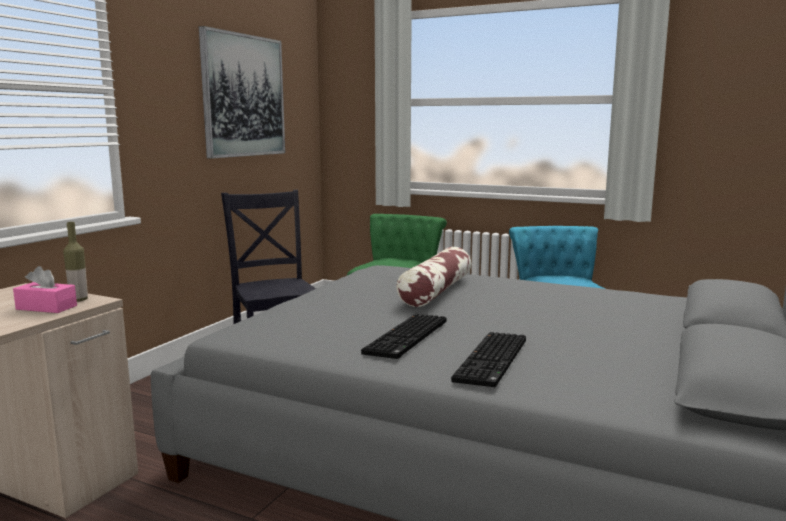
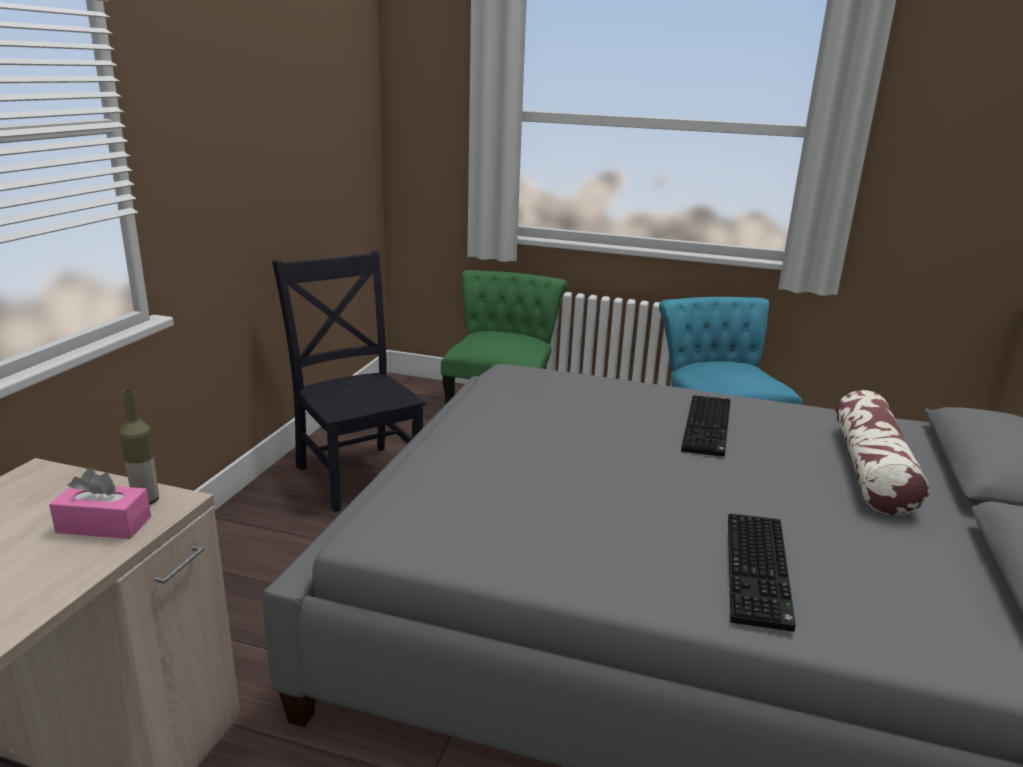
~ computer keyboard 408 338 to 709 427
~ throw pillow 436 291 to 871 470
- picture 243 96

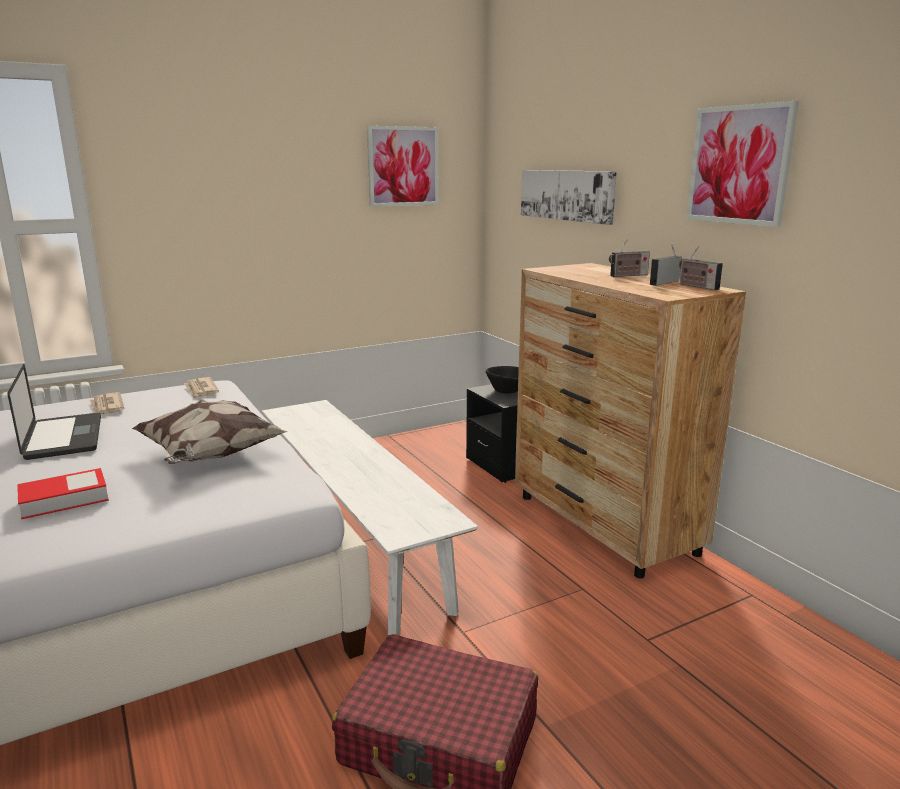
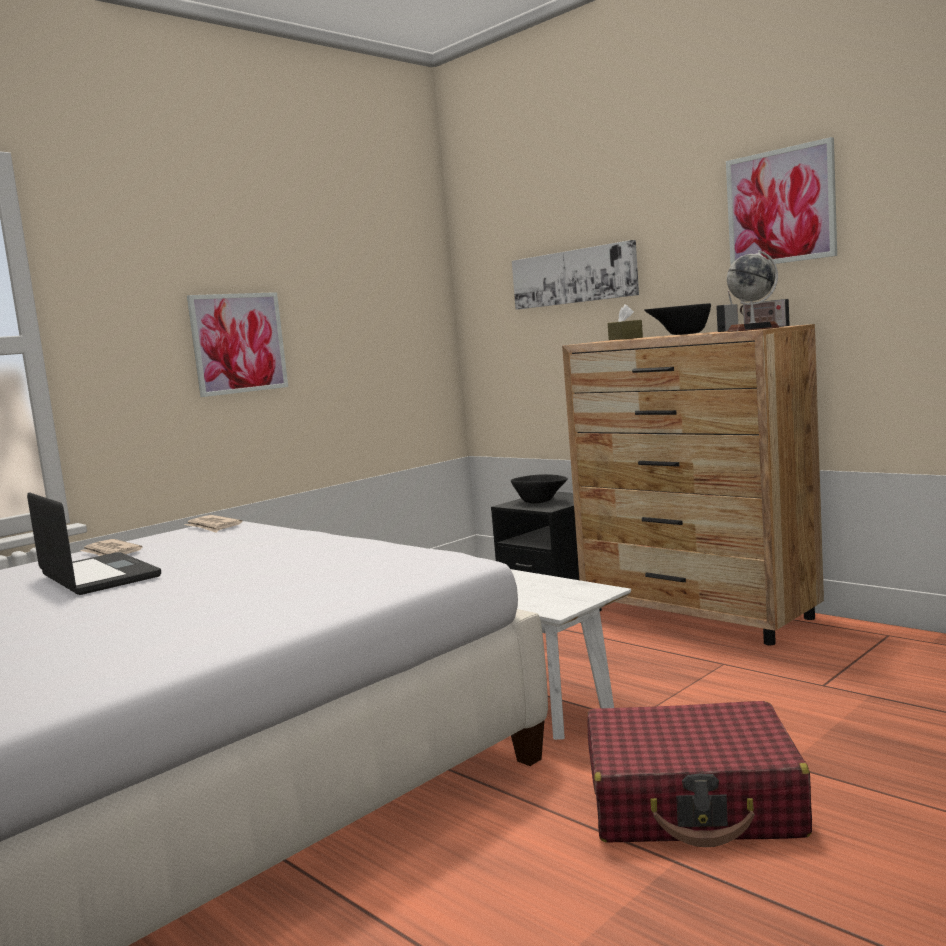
~ picture 403 166 to 238 343
+ brownish box of tissues 625 338
~ radio set 627 275 to black-coloured deep dish 680 334
+ desk globe 753 329
- volume 64 499
- throw pillow 210 456

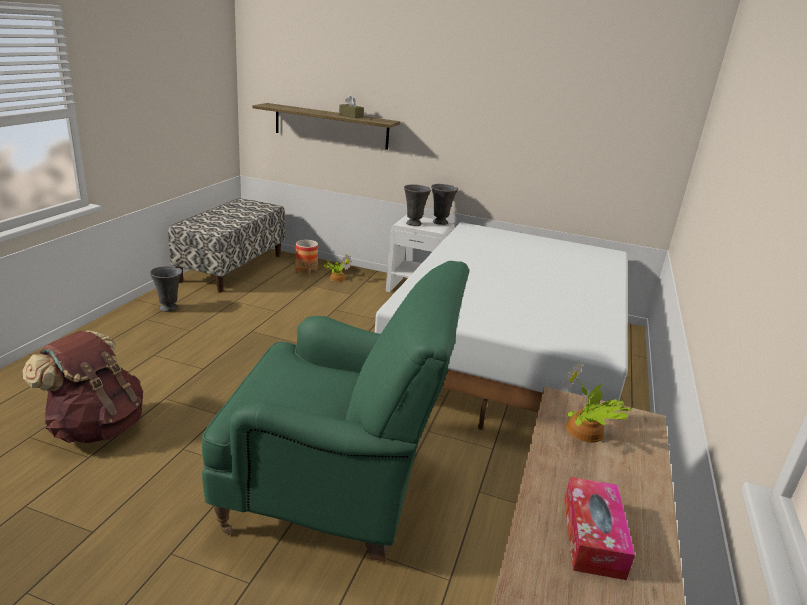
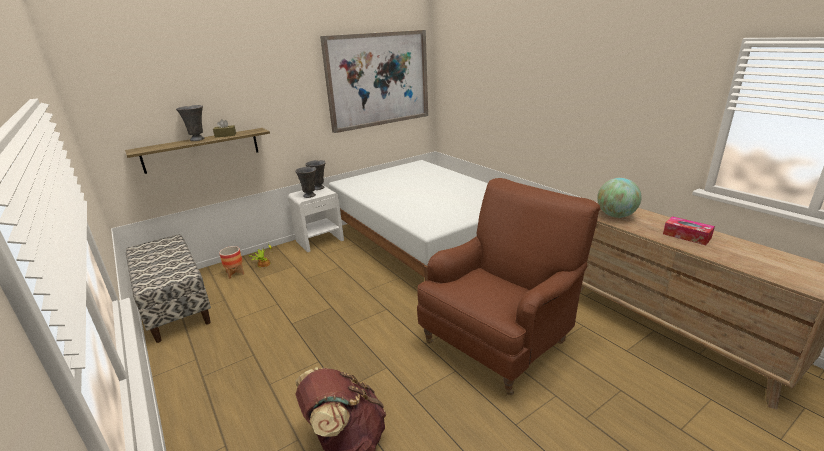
~ greyish flower vase 169 308 to 198 139
+ picture 378 79
~ green lounge chair 336 491 to brownish lounge chair 499 340
~ houseplant 586 432 to desk globe 616 215

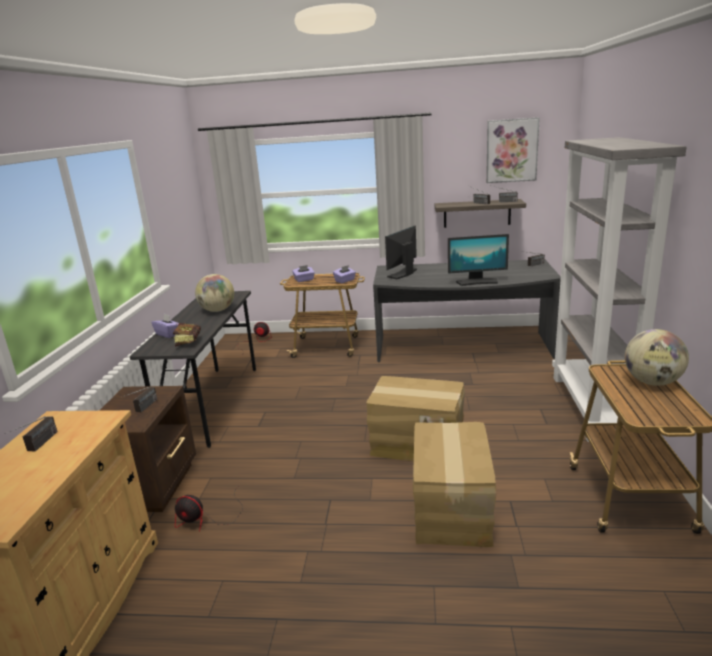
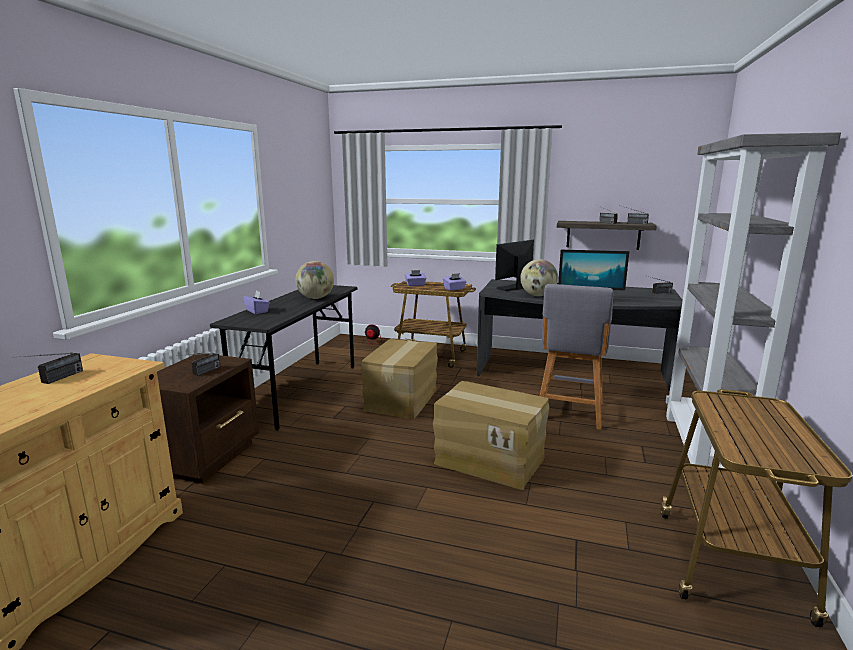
~ carton 453 509 to 402 400
~ desk globe 652 382 to 537 295
+ greyish stool 569 413
- volume 189 341
- electric fan 207 519
- picture 511 150

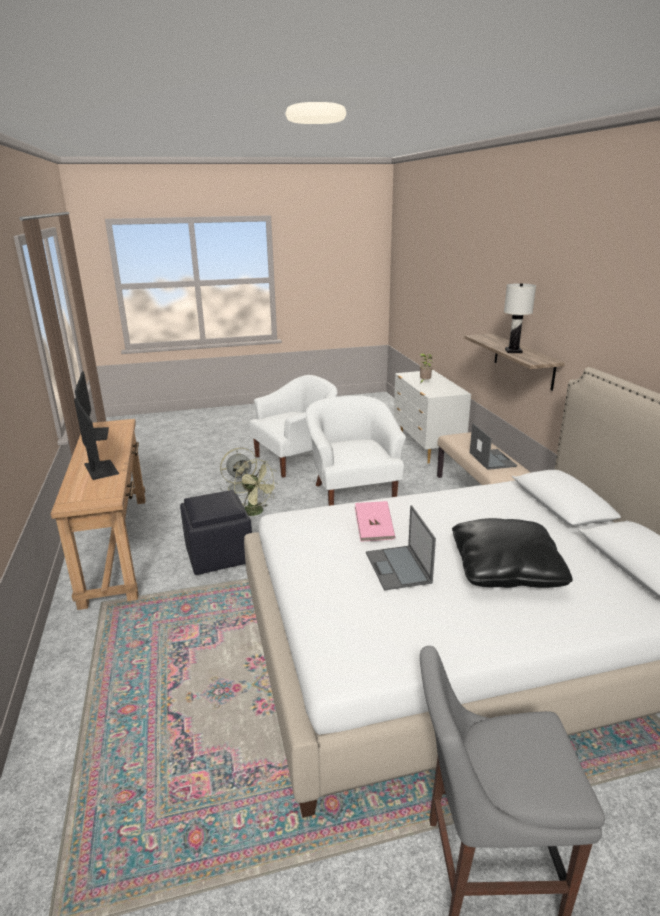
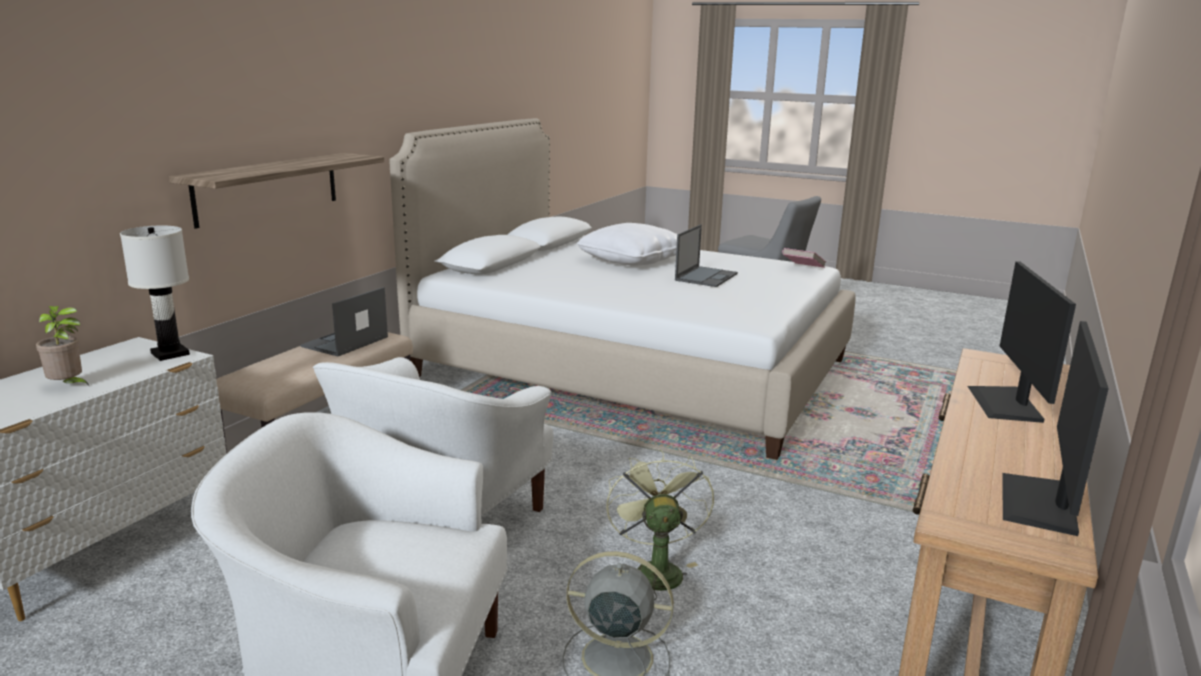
~ white table lamp 513 351 to 170 353
~ black-coloured throw pillow 505 569 to white throw pillow 632 261
~ pink volume 374 531 to 803 268
- black-coloured ottoman 218 555

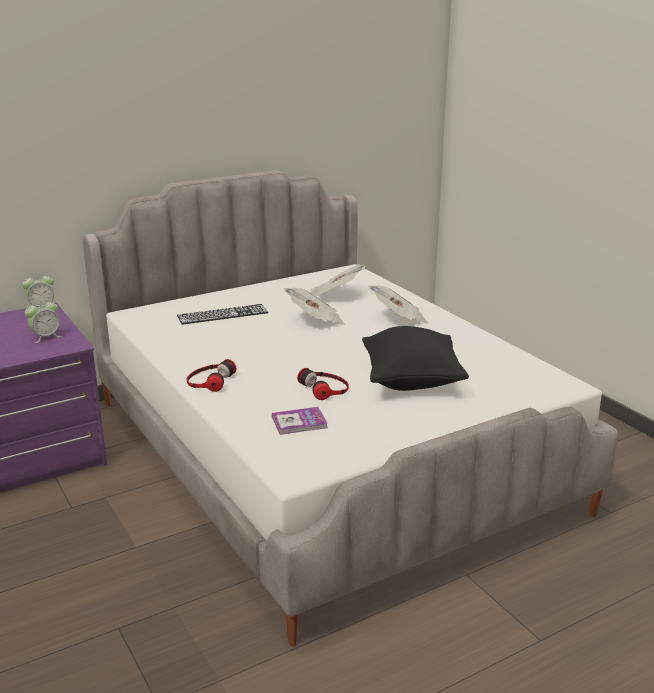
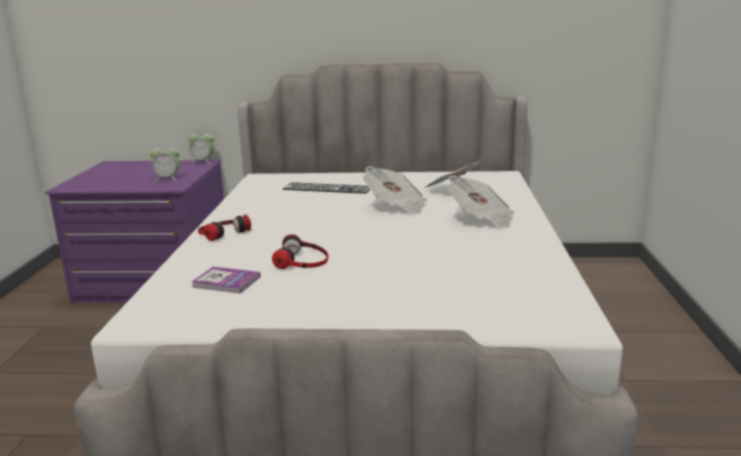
- black-coloured throw pillow 411 382

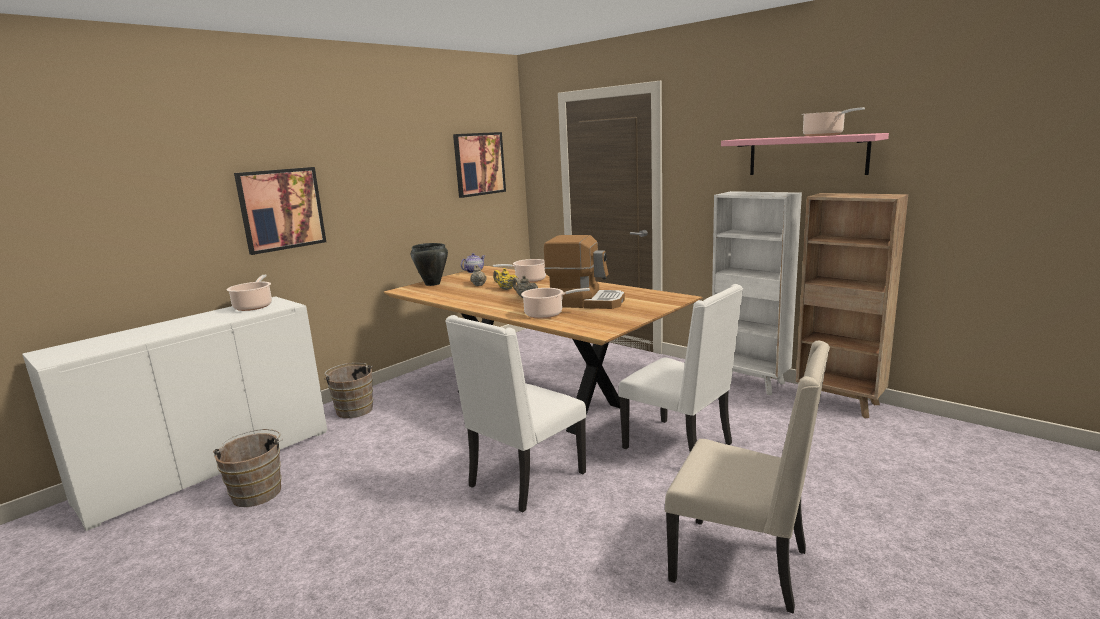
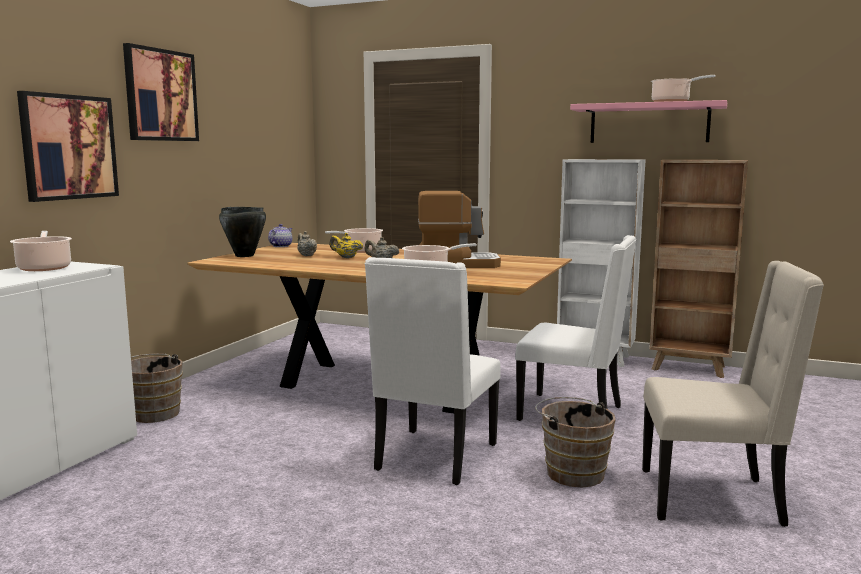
~ picture 479 164 to 161 95
~ brownish bucket 258 491 to 572 472

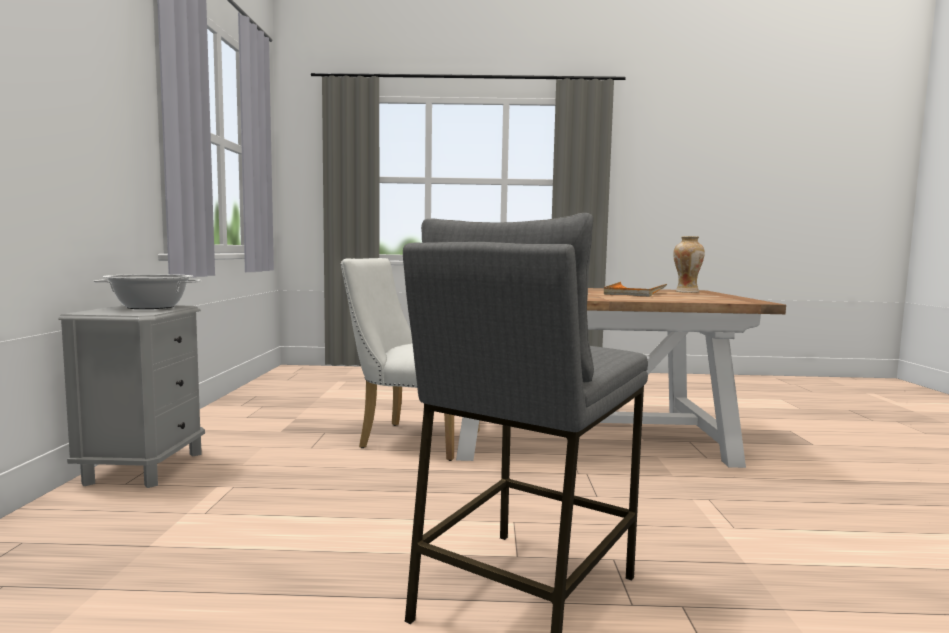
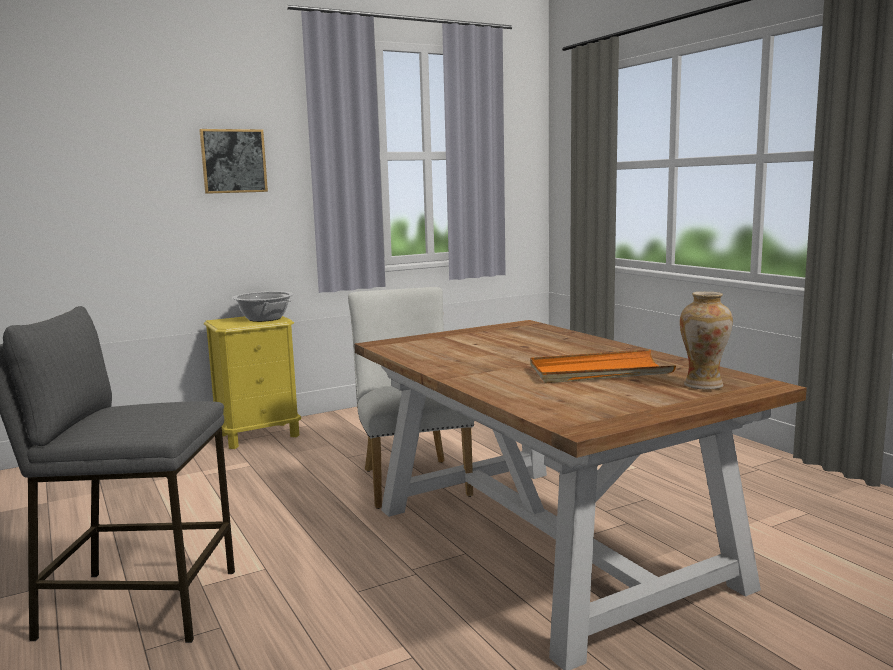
+ picture 233 161
~ greyish bedside table 144 468 to yellowish bedside table 258 435

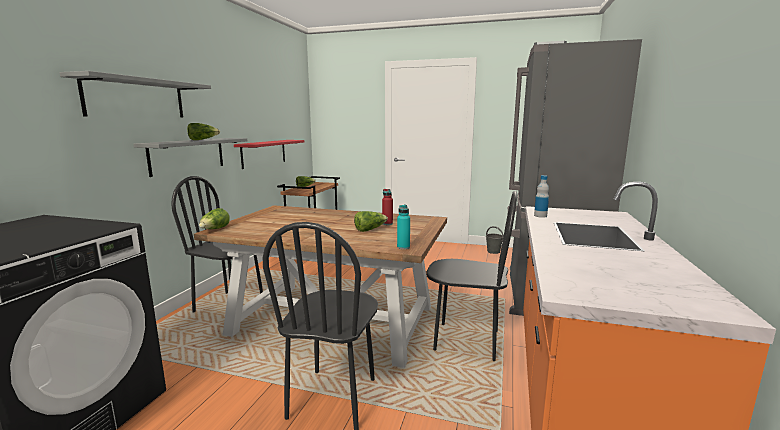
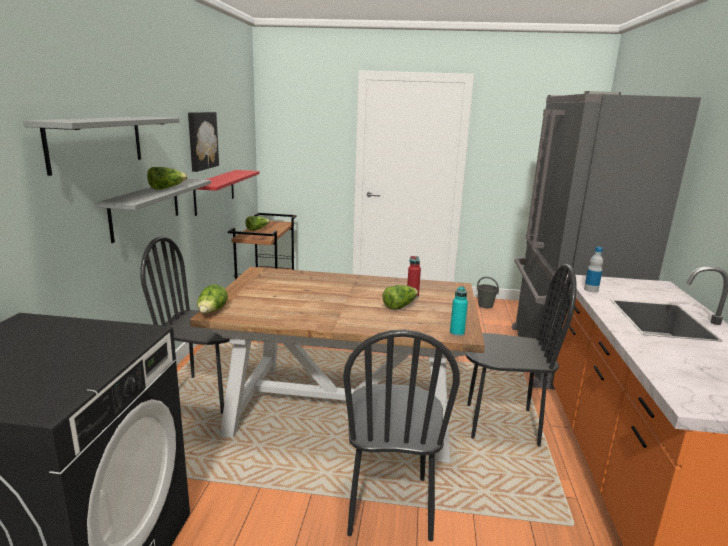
+ picture 201 140

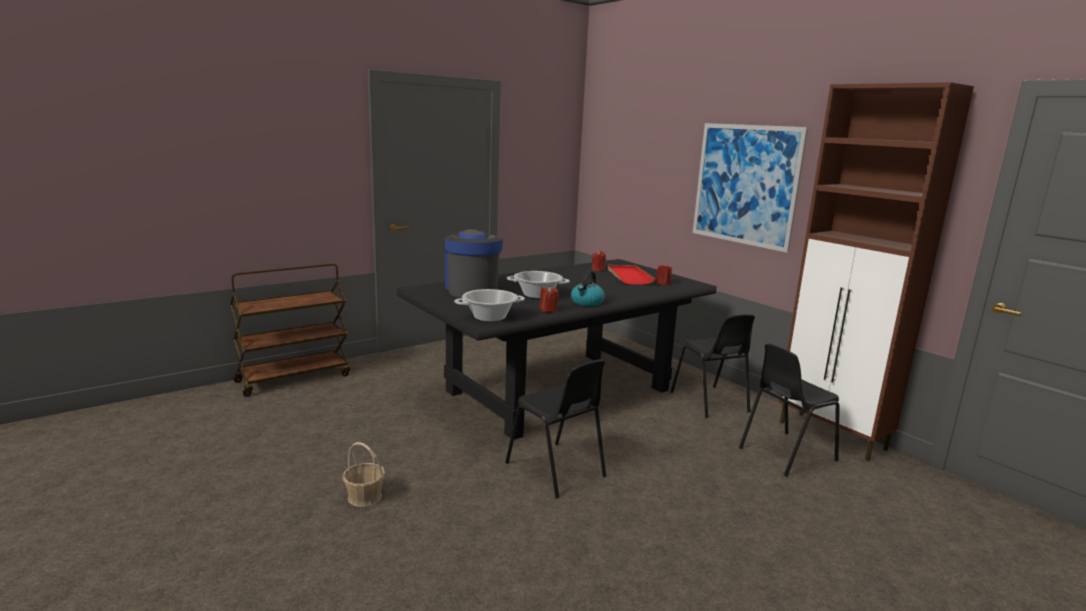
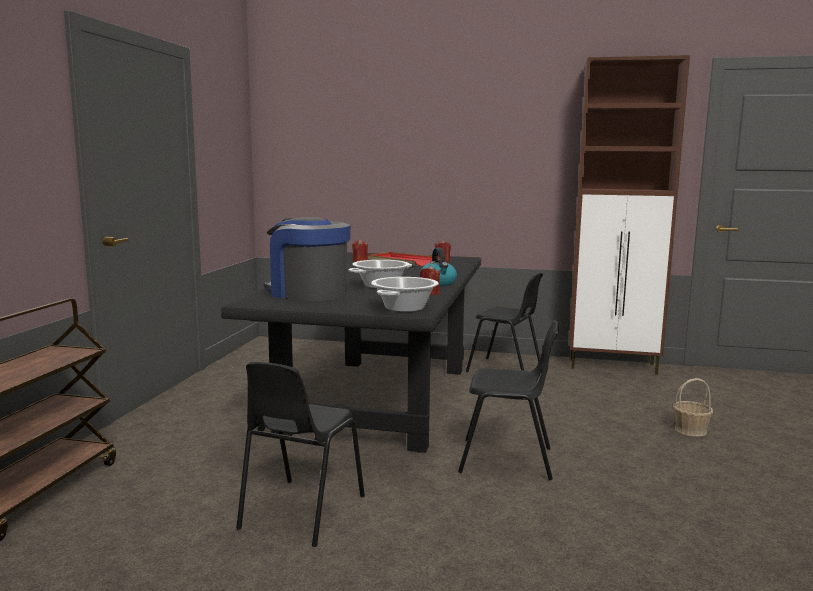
~ black-coloured upright chair 785 454 to 300 512
~ household basket 365 497 to 691 430
- picture 745 185

